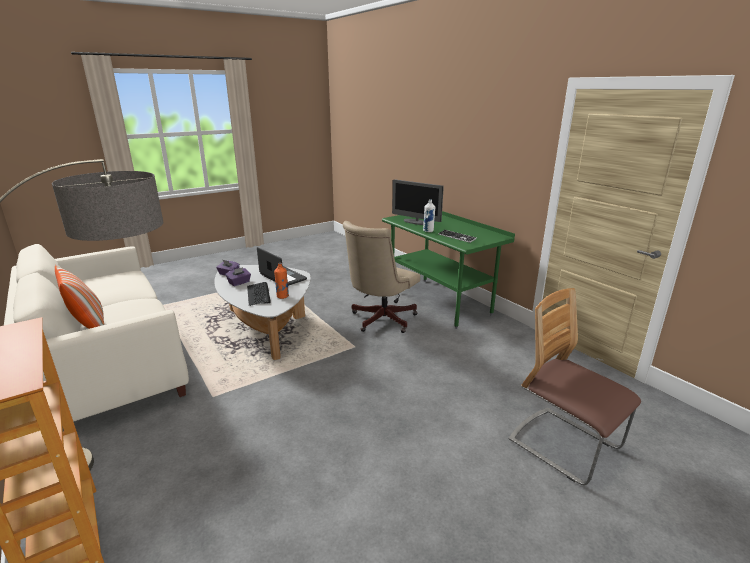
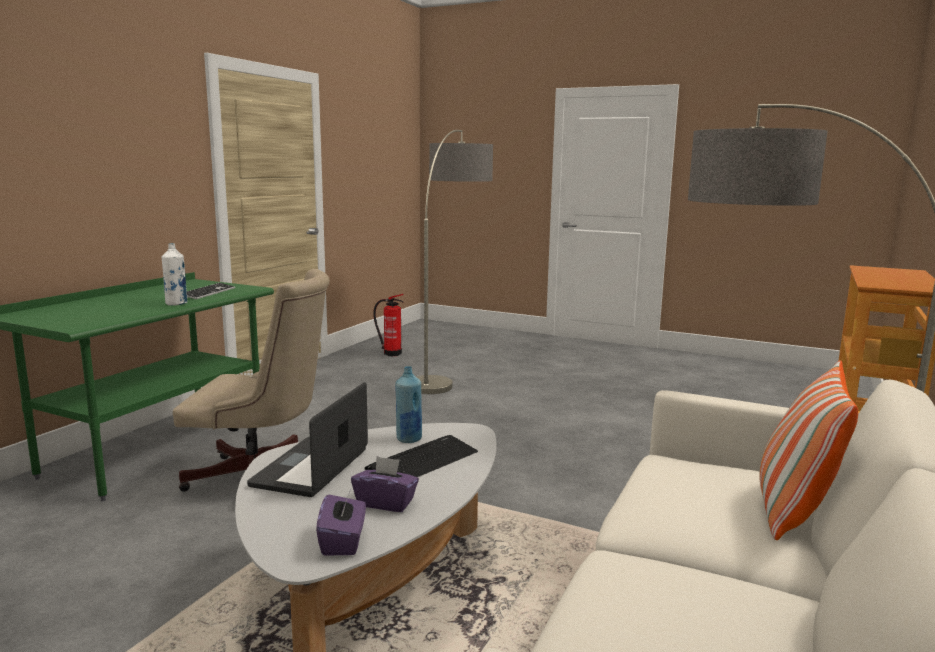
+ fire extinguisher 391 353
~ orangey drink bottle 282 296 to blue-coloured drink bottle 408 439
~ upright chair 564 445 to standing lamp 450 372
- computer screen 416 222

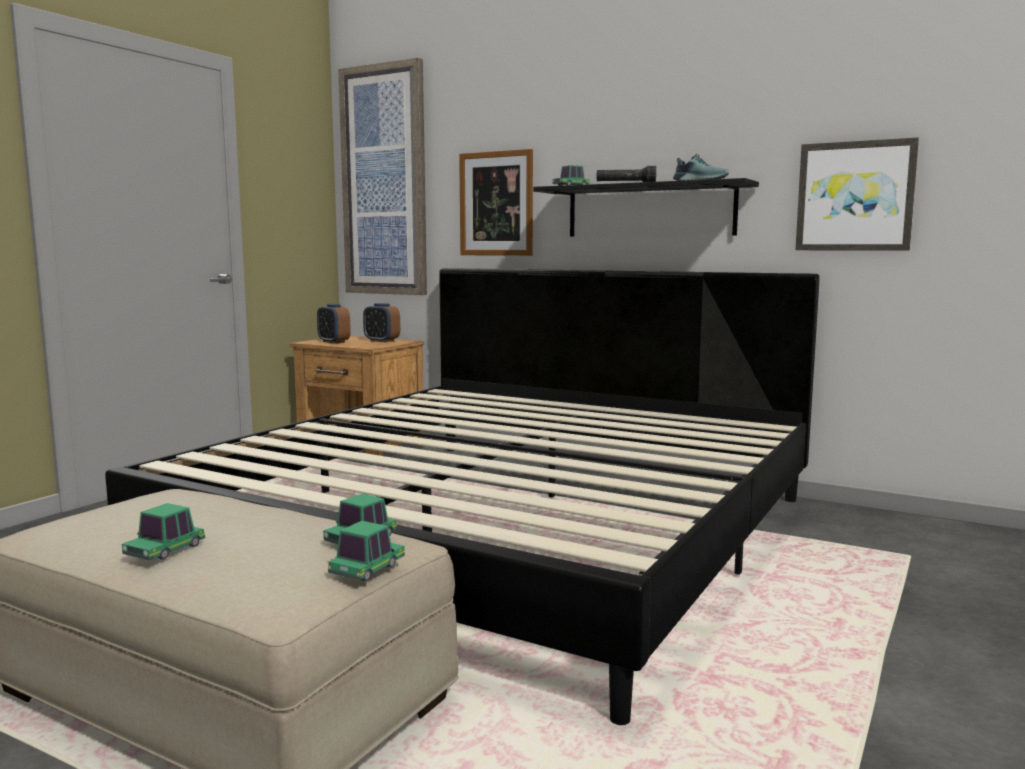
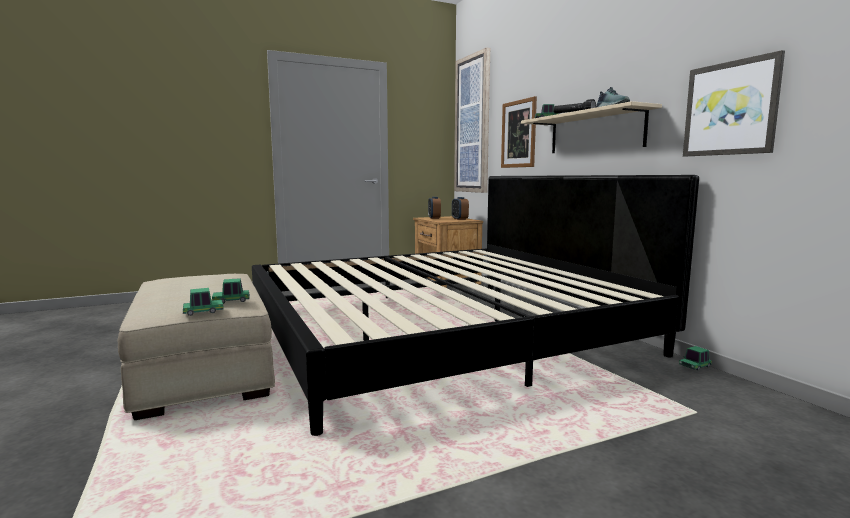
~ black-coloured wall shelf 650 211 to sand-coloured wall shelf 595 132
~ model car 165 550 to 695 366

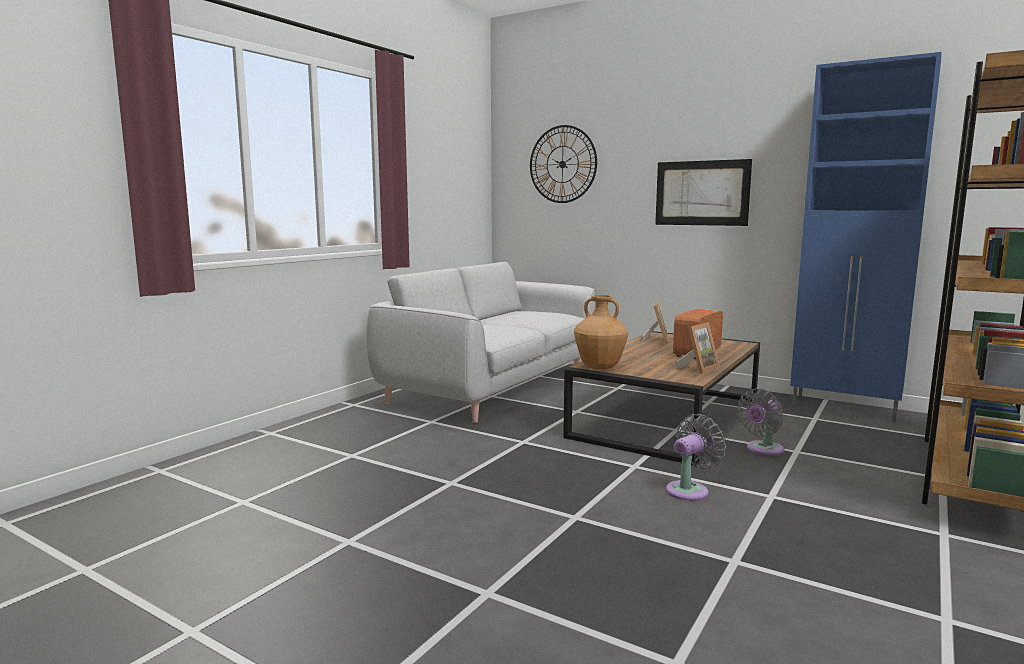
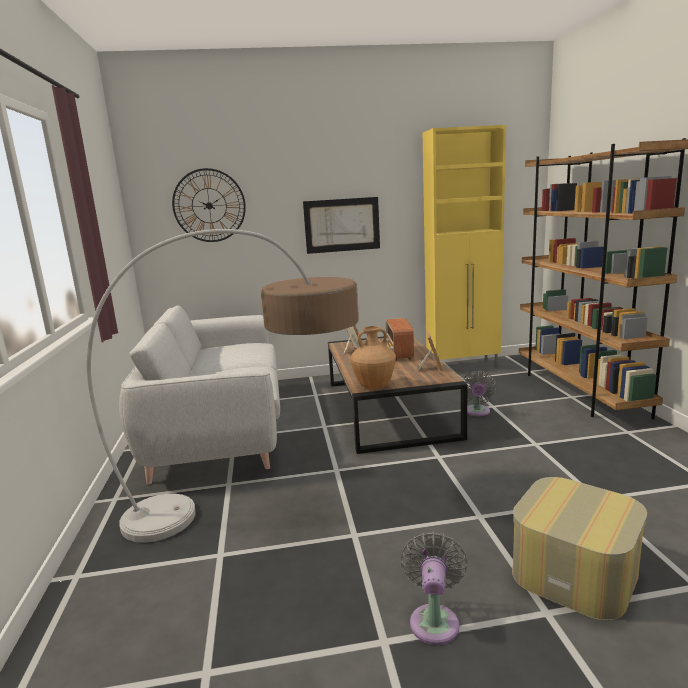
+ standing lamp 258 506
~ greyish electric fan 690 490 to 434 620
~ blue-coloured cupboard 845 409 to yellowish cupboard 463 366
+ ottoman 575 571

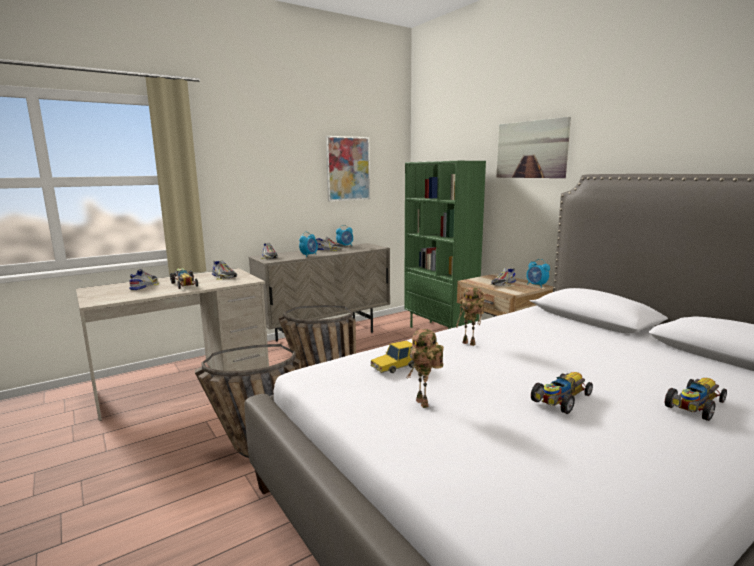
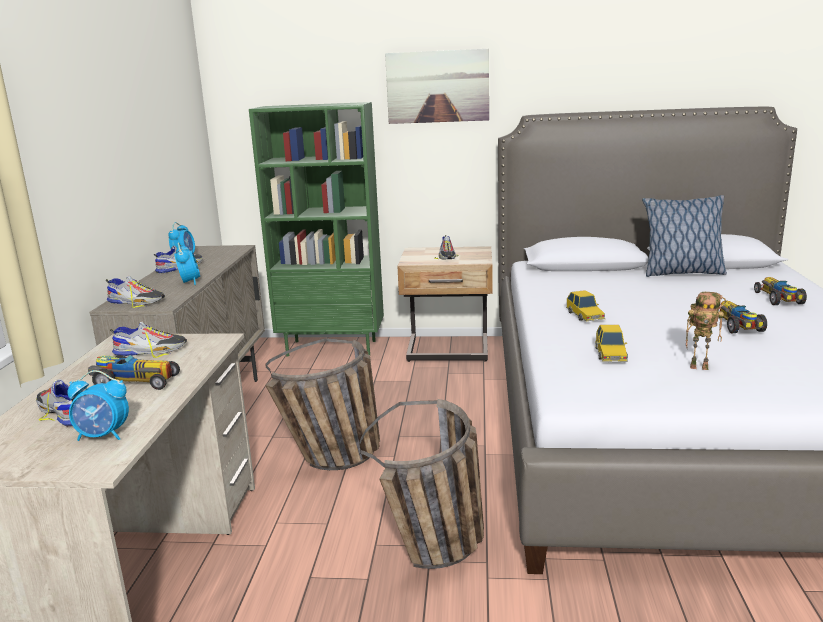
~ table clock 536 285 to 103 436
~ robot figure 470 343 to model car 585 315
+ throw pillow 681 273
- picture 348 168

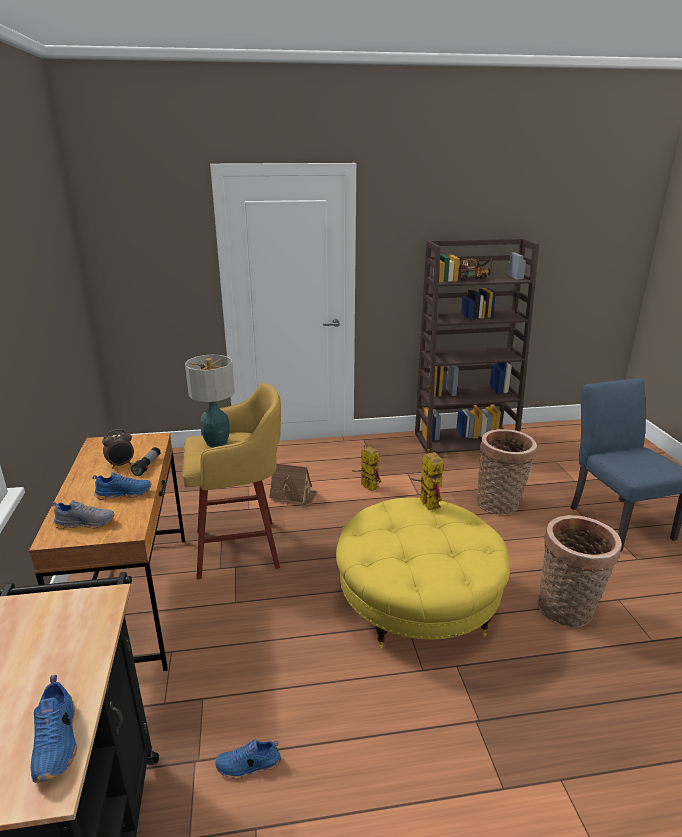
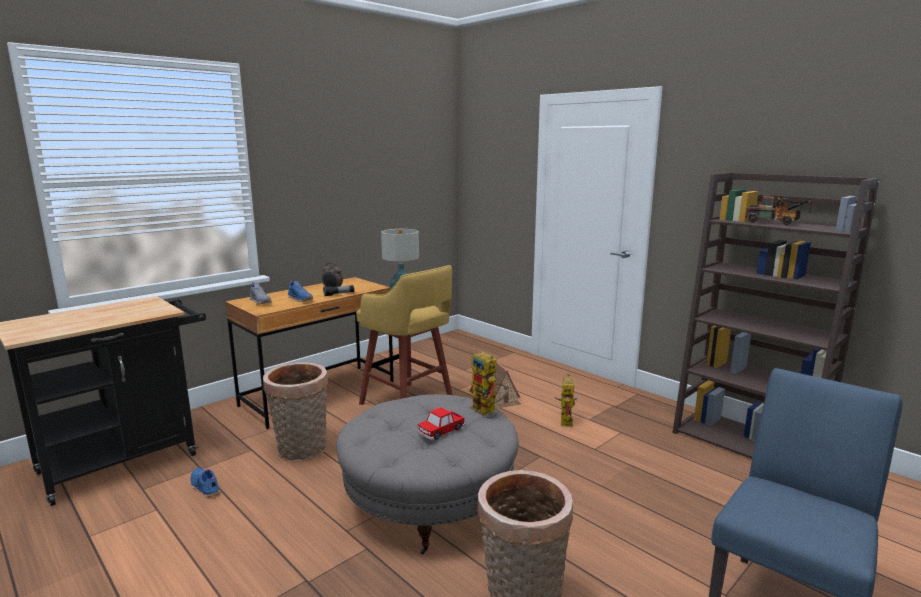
~ household basket 500 504 to 301 451
~ yellowish ottoman 418 603 to greyish ottoman 429 501
+ model car 441 430
~ robot figure 425 501 = 488 411 105 degrees clockwise
- blue-coloured low shoe 58 742

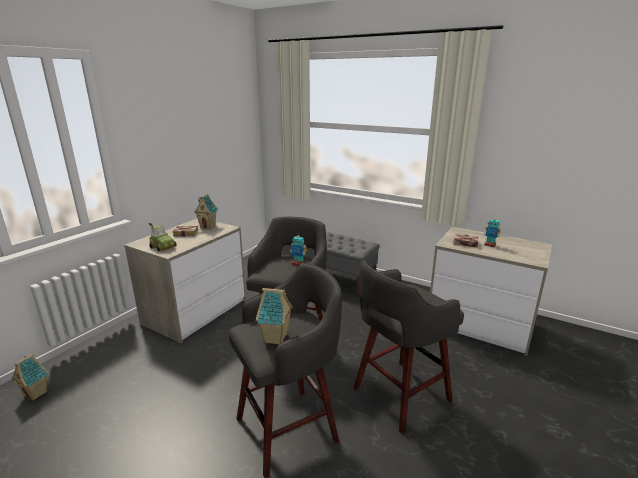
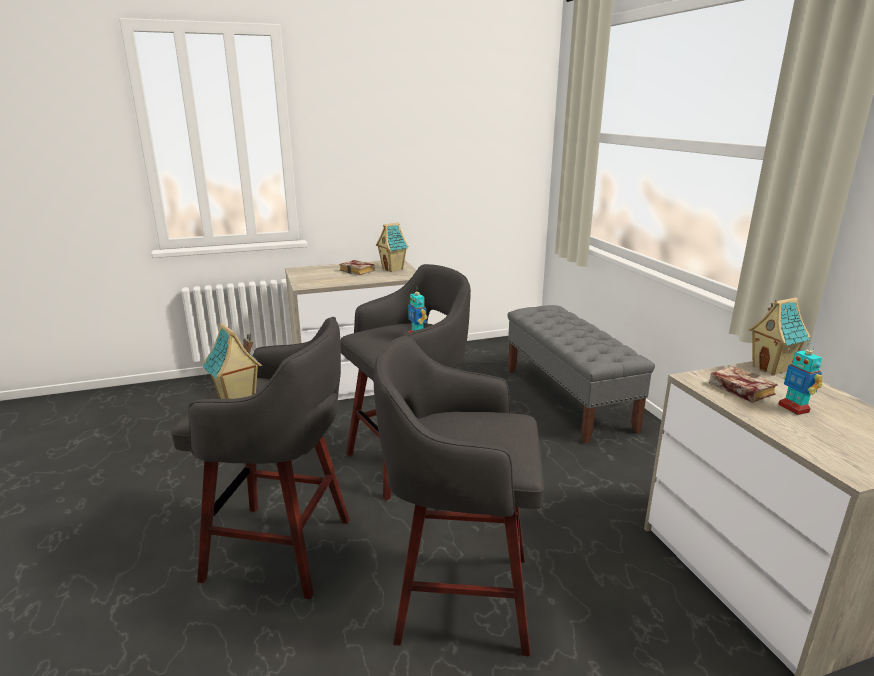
~ toy house 37 393 to 771 369
- model car 163 247

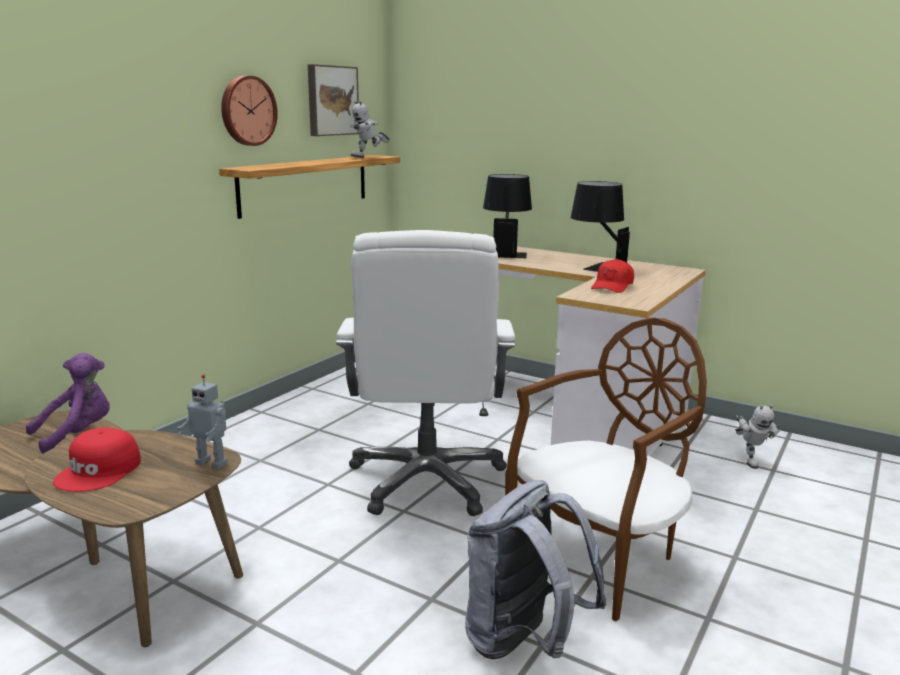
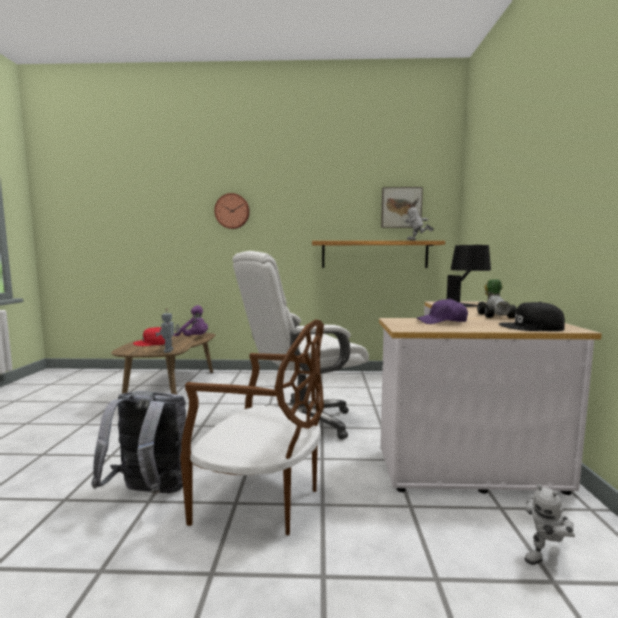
~ clock on the wall 247 111 to 232 211
~ red baseball cap 612 286 to purplish baseball cap 442 322
~ black-coloured table lamp 596 266 to model car 495 315
+ black-coloured baseball cap 531 327

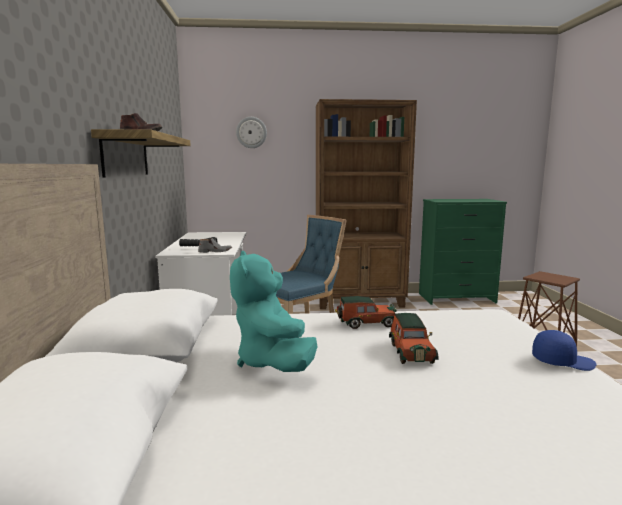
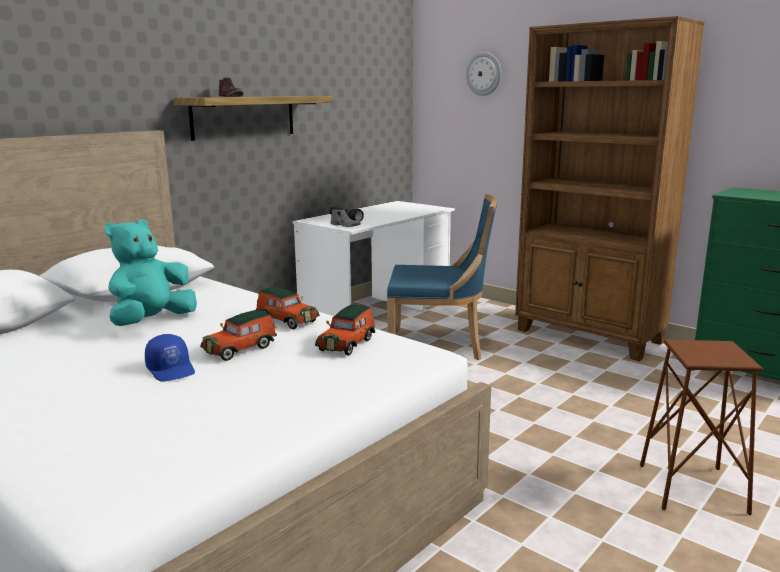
~ blue-coloured baseball cap 562 361 to 172 370
+ model car 348 344

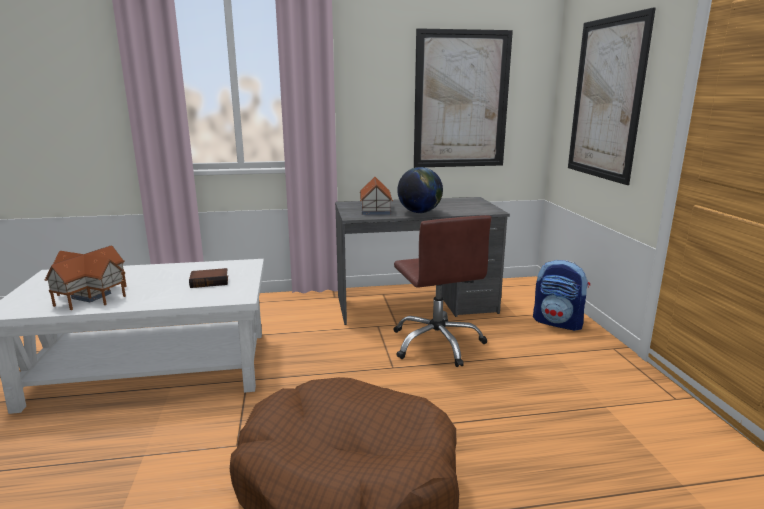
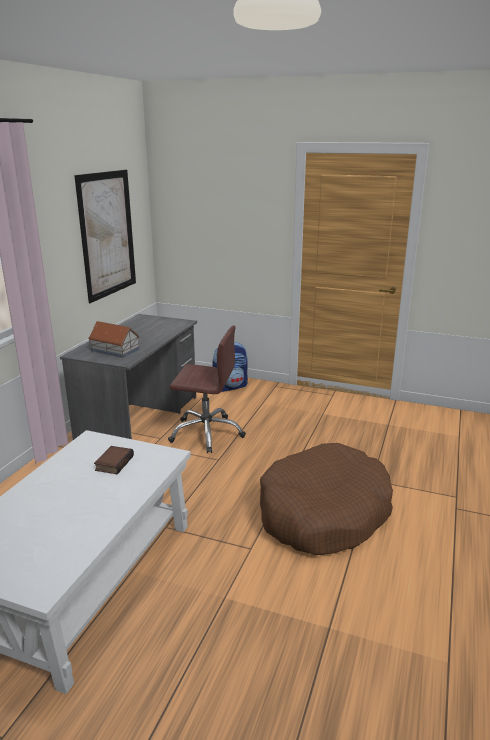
- toy house 91 295
- desk globe 419 212
- picture 606 99

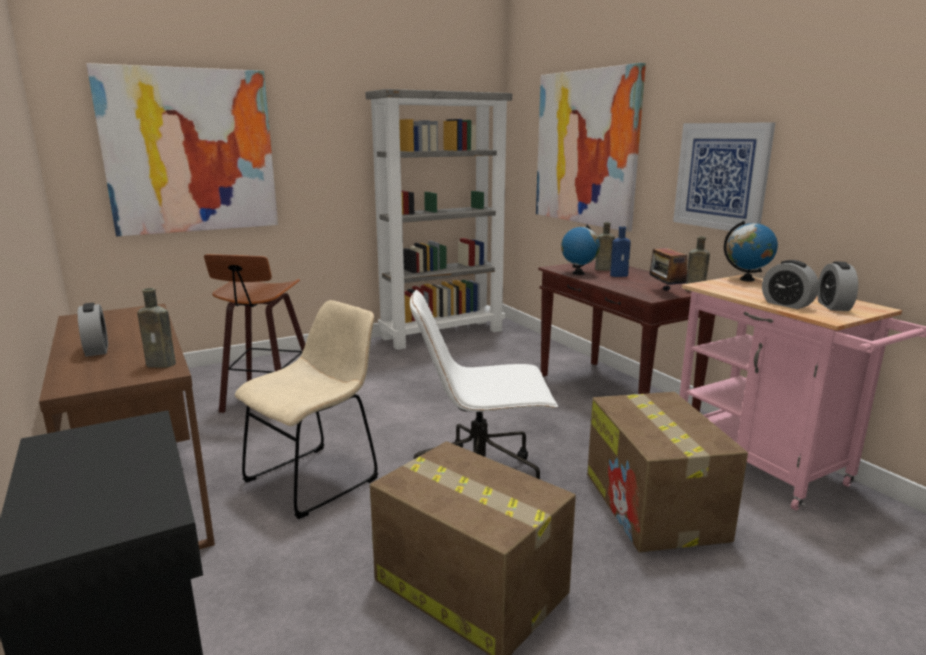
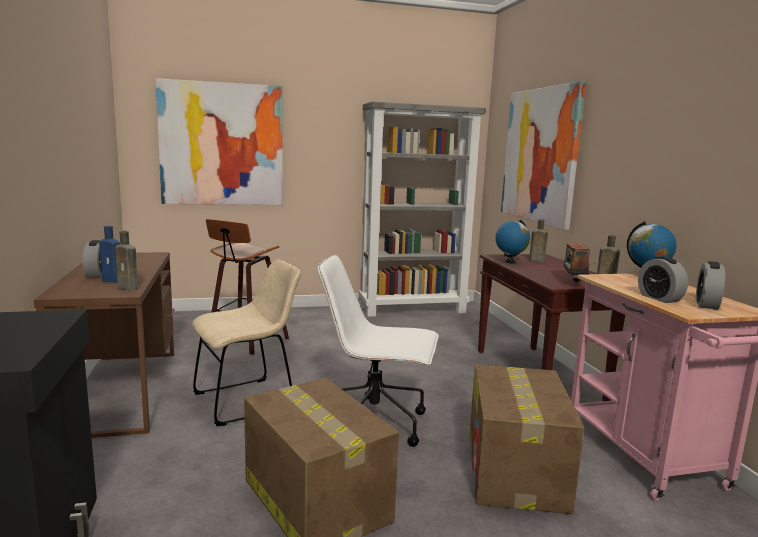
~ blue-coloured drink bottle 620 275 to 113 281
- picture 721 176

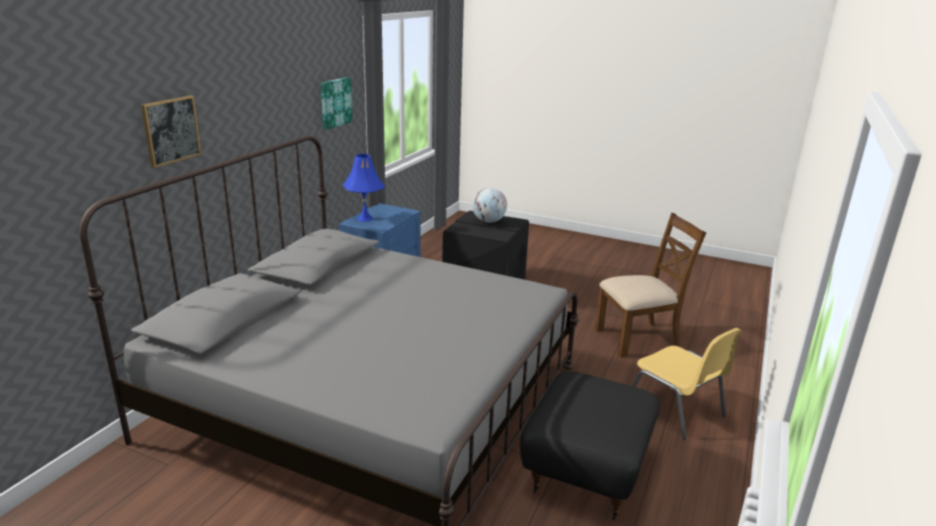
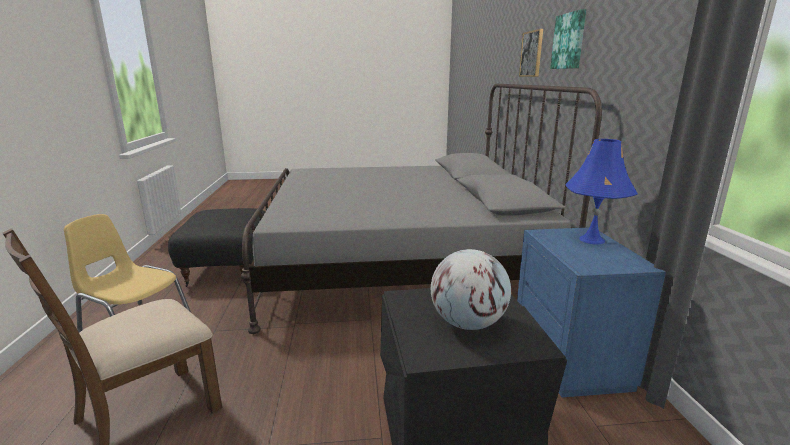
~ picture 335 102 to 569 41

